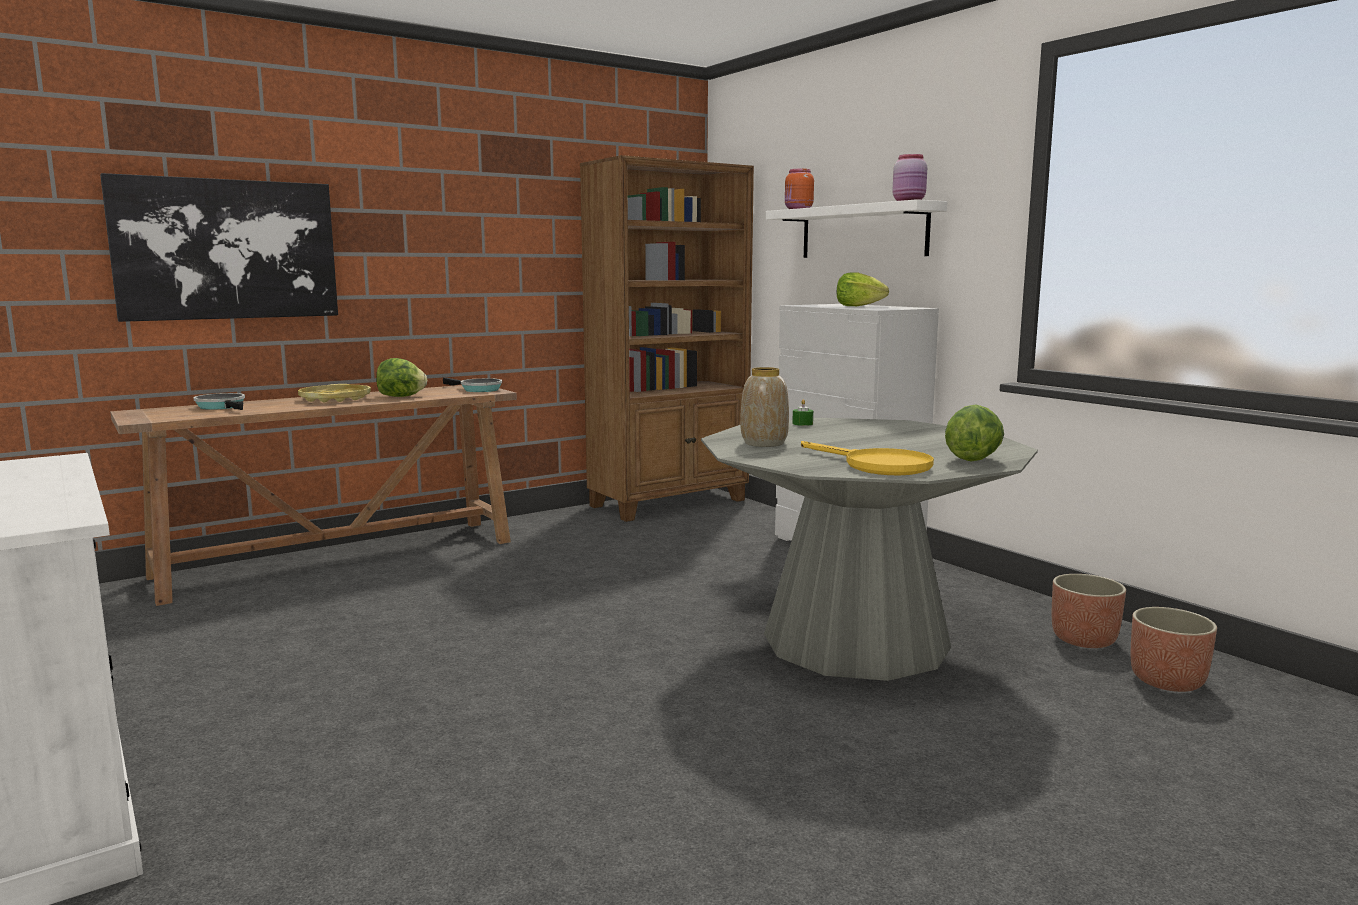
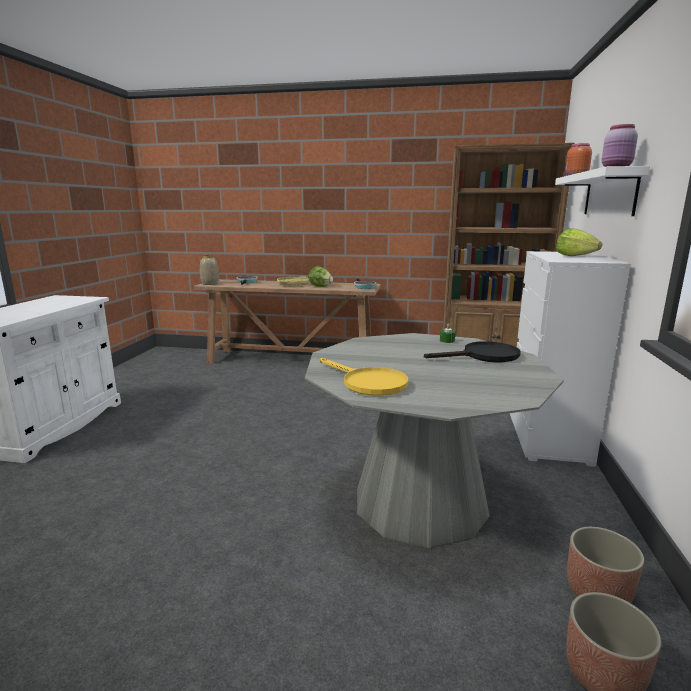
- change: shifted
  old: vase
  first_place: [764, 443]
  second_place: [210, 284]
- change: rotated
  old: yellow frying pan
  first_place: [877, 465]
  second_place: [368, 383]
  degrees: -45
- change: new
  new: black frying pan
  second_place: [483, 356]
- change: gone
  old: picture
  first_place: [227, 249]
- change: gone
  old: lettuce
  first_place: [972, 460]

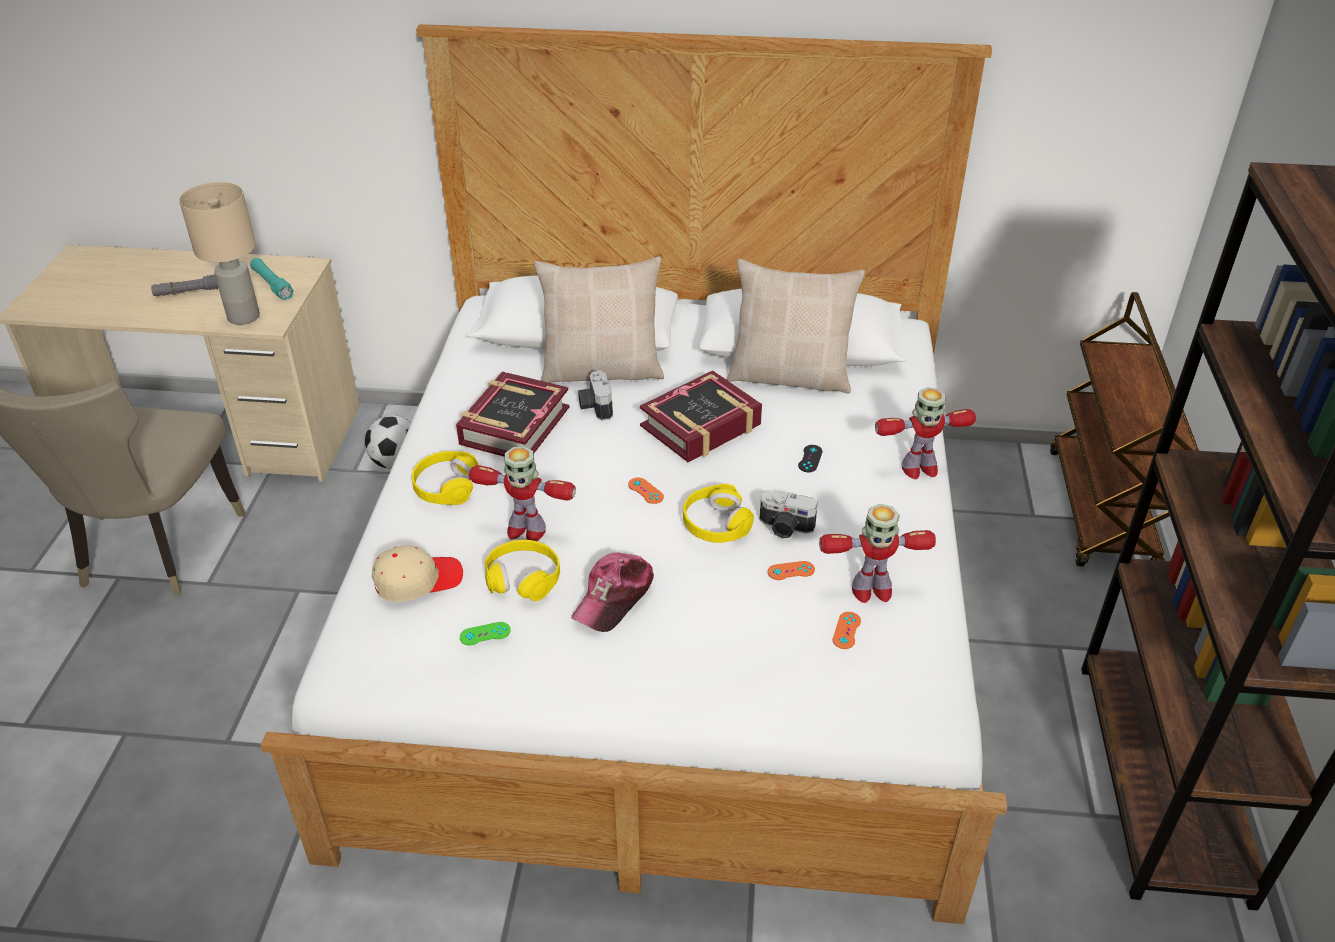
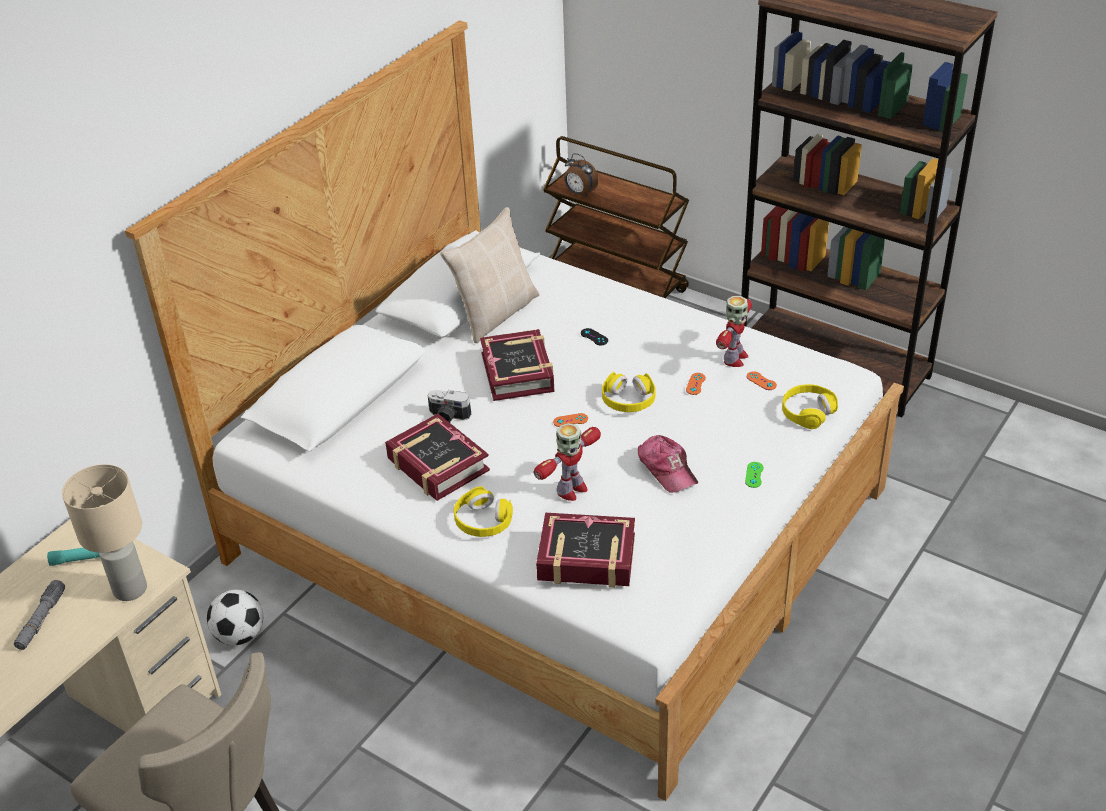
- change: swapped
  old: beige cap
  new: book
  first_place: [417, 580]
  second_place: [586, 558]
- change: new
  new: alarm clock
  second_place: [580, 193]
- change: shifted
  old: green game controller
  first_place: [485, 634]
  second_place: [754, 475]
- change: shifted
  old: yellow headphones
  first_place: [523, 578]
  second_place: [807, 412]
- change: gone
  old: beige pillow
  first_place: [602, 370]
- change: gone
  old: photo camera
  first_place: [785, 528]
- change: gone
  old: toy robot
  first_place: [918, 468]

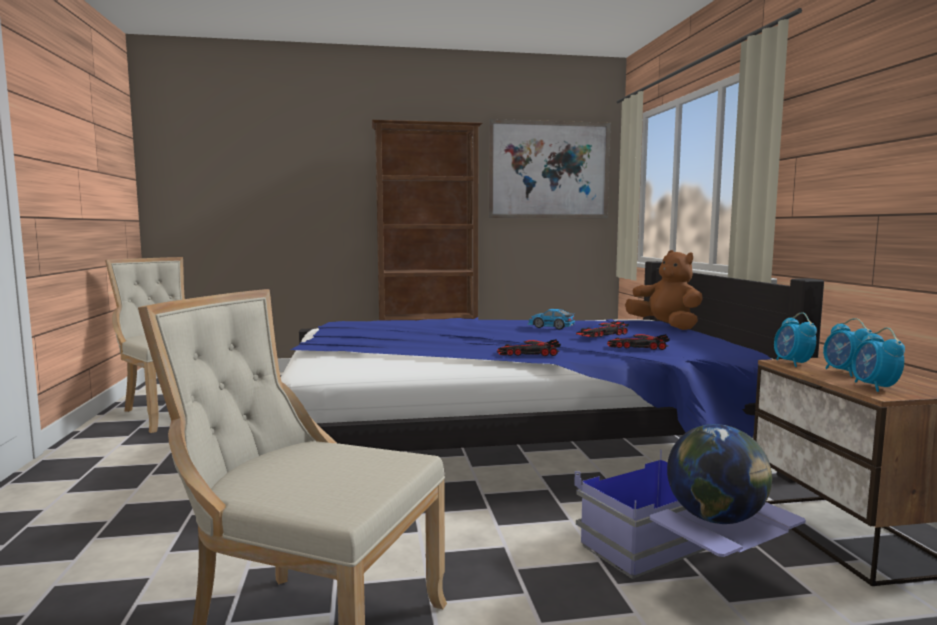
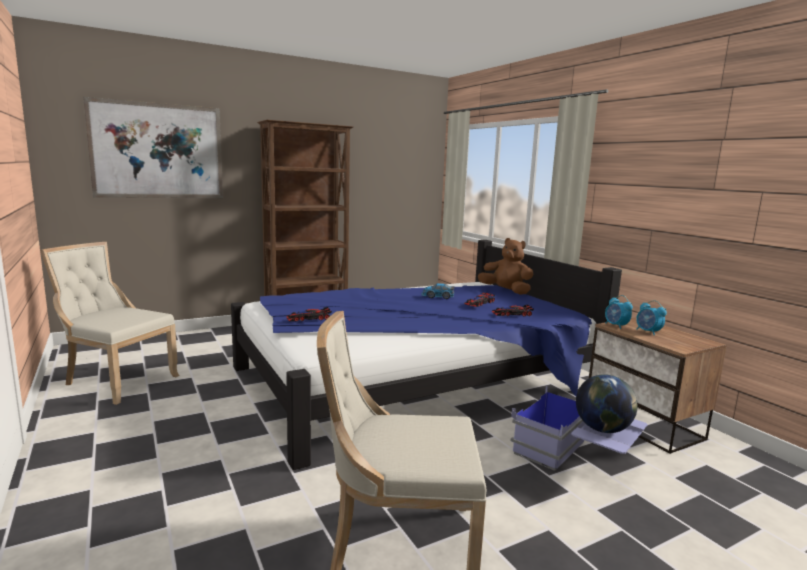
- change: shifted
  old: picture
  first_place: [549, 170]
  second_place: [158, 151]
- change: shifted
  old: toy car
  first_place: [528, 353]
  second_place: [308, 318]
- change: gone
  old: alarm clock
  first_place: [874, 387]

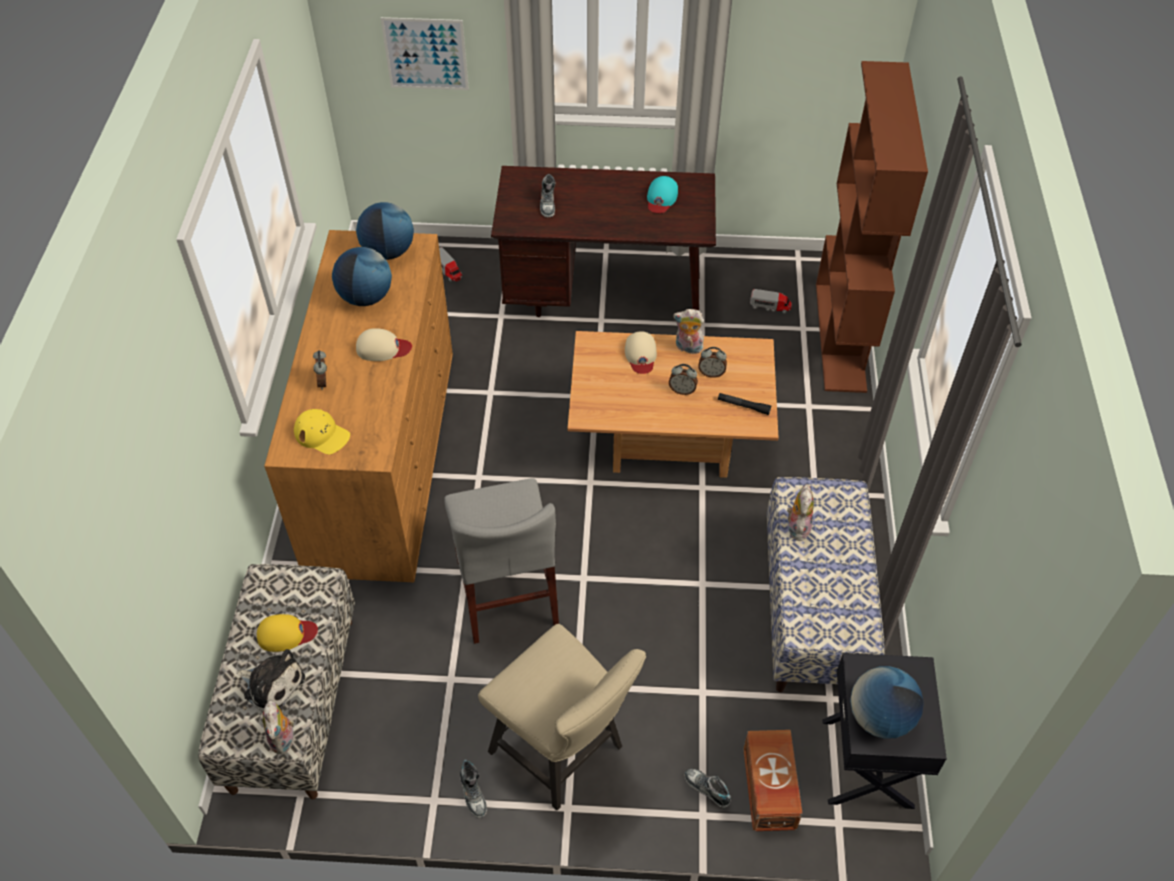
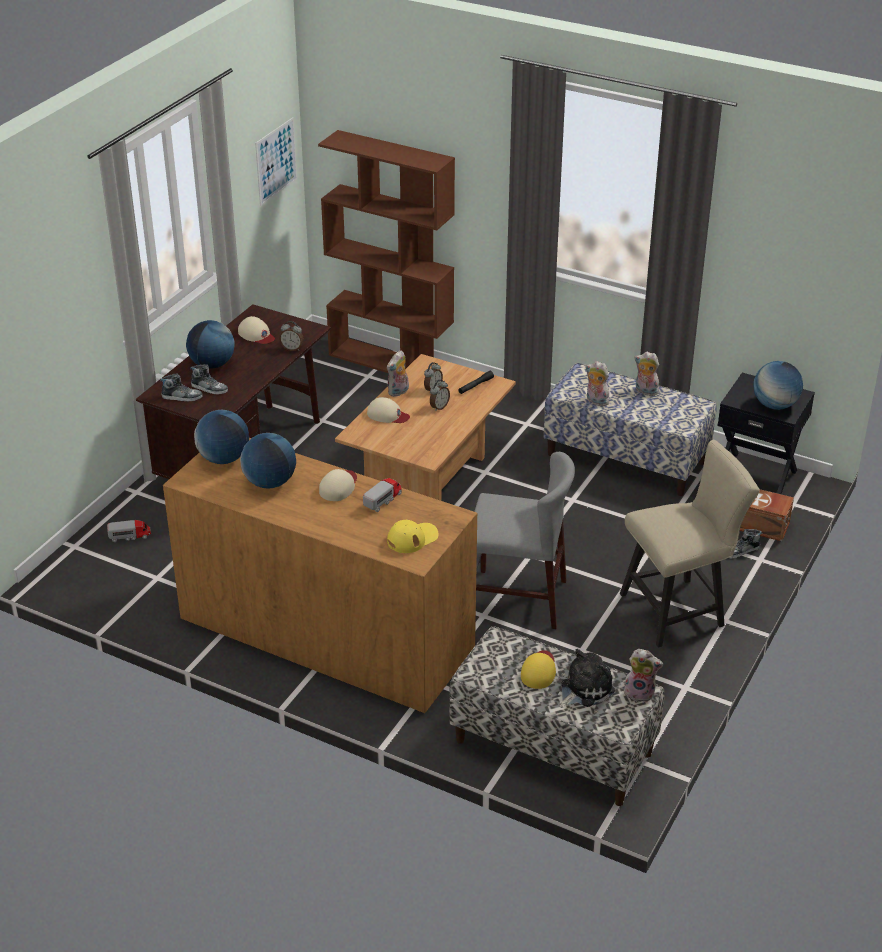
- change: shifted
  old: shoe
  first_place: [473, 793]
  second_place: [182, 397]
- change: new
  new: globe
  second_place: [212, 364]
- change: repainted
  old: turquoise cap
  new: beige cap
  first_place: [661, 198]
  second_place: [256, 335]
- change: shifted
  old: picture
  first_place: [425, 54]
  second_place: [276, 161]
- change: shifted
  old: alarm clock
  first_place: [324, 382]
  second_place: [292, 348]
- change: shifted
  old: toy truck
  first_place: [770, 306]
  second_place: [383, 500]
- change: new
  new: plush toy
  second_place: [645, 391]

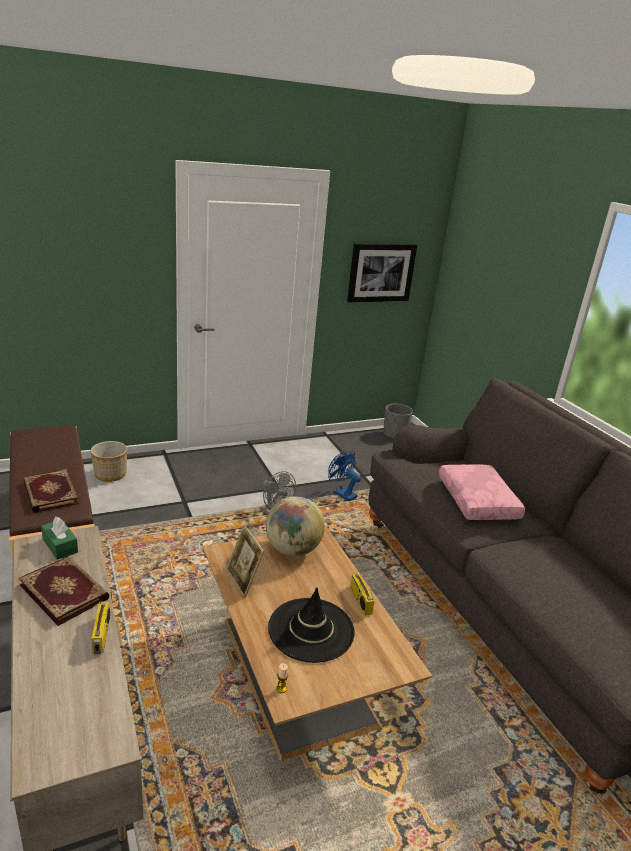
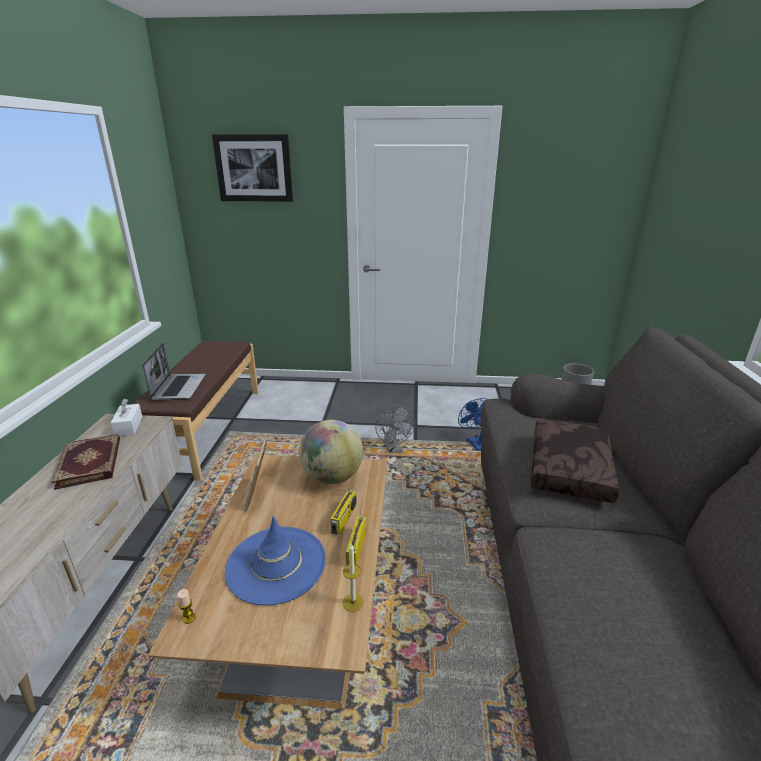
- change: repainted
  old: green tissue box
  new: white tissue box
  first_place: [60, 546]
  second_place: [128, 426]
- change: swapped
  old: book
  new: laptop
  first_place: [49, 493]
  second_place: [178, 387]
- change: shifted
  old: picture
  first_place: [381, 272]
  second_place: [254, 168]
- change: repainted
  old: black hat
  new: blue hat
  first_place: [311, 630]
  second_place: [276, 564]
- change: shifted
  old: radio
  first_place: [102, 635]
  second_place: [344, 519]
- change: new
  new: candle
  second_place: [353, 602]
- change: repainted
  old: pink pillow
  new: brown pillow
  first_place: [479, 501]
  second_place: [571, 470]
- change: gone
  old: planter
  first_place: [111, 474]

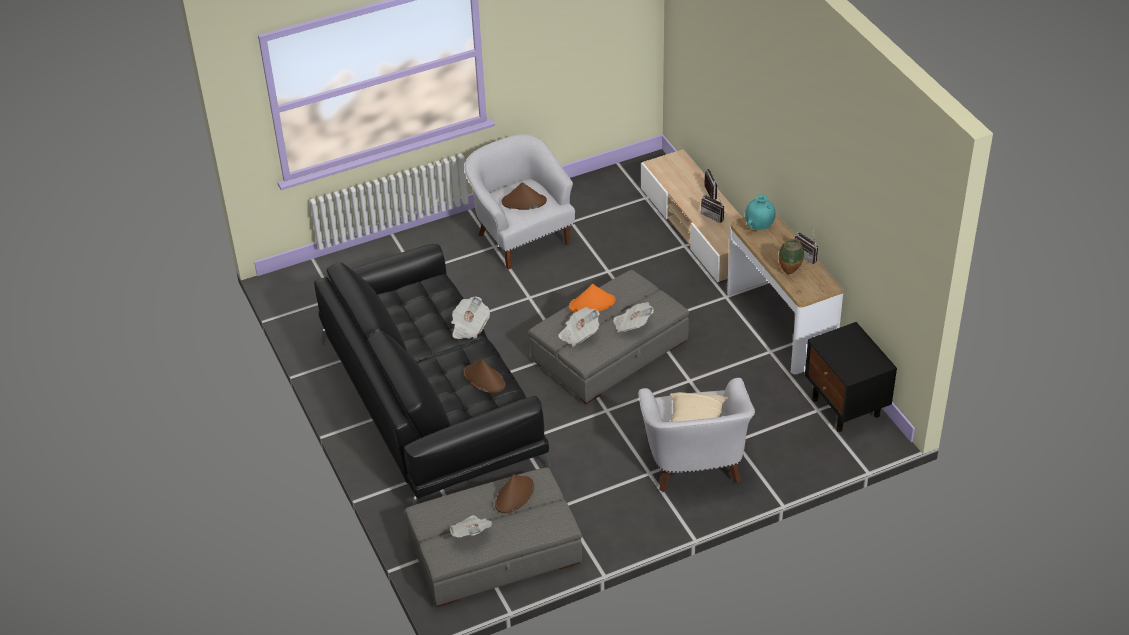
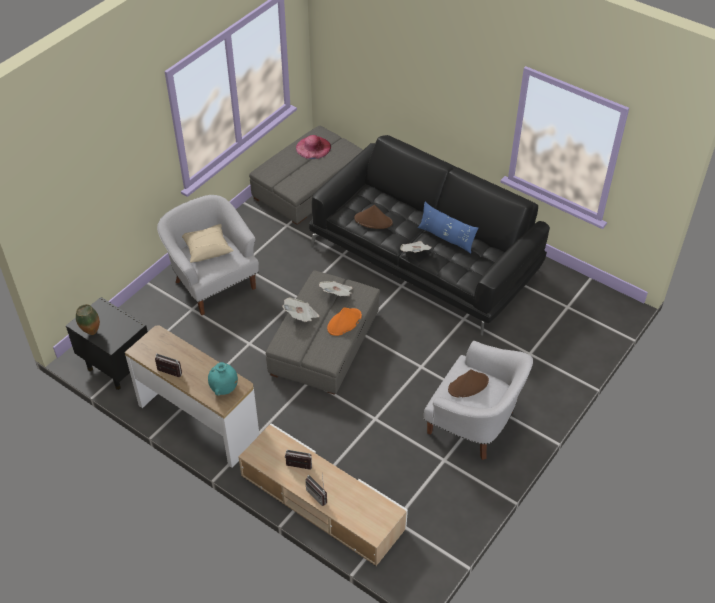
- change: shifted
  old: vase
  first_place: [790, 272]
  second_place: [91, 333]
- change: swapped
  old: newspaper
  new: pink hat
  first_place: [471, 534]
  second_place: [313, 147]
- change: new
  new: blue pillow
  second_place: [446, 238]
- change: gone
  old: brown hat
  first_place: [514, 495]

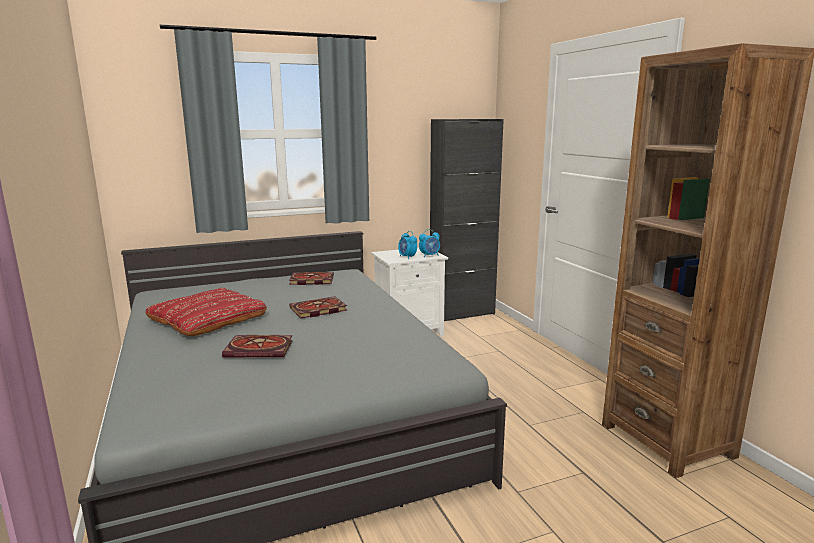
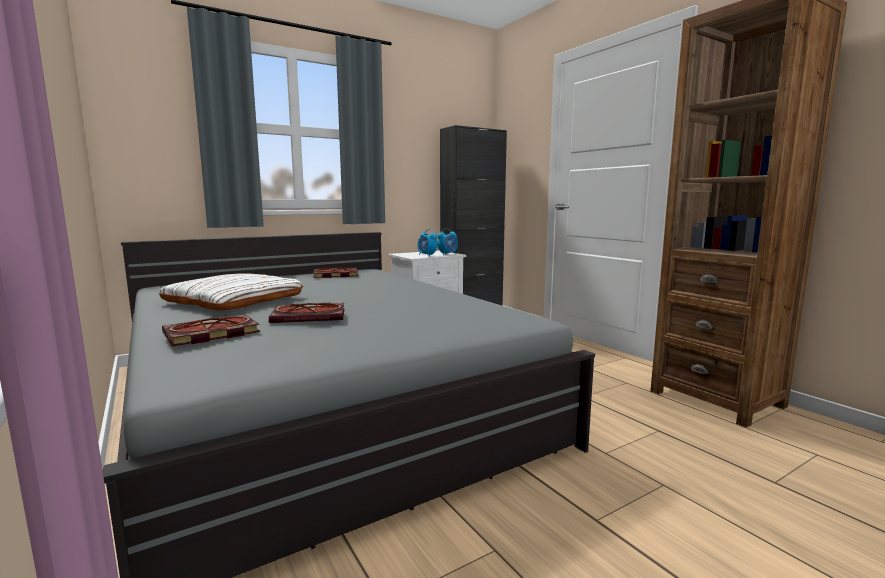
- change: repainted
  old: red pillow
  new: white pillow
  first_place: [207, 319]
  second_place: [234, 301]
- change: shifted
  old: book
  first_place: [317, 310]
  second_place: [209, 334]

